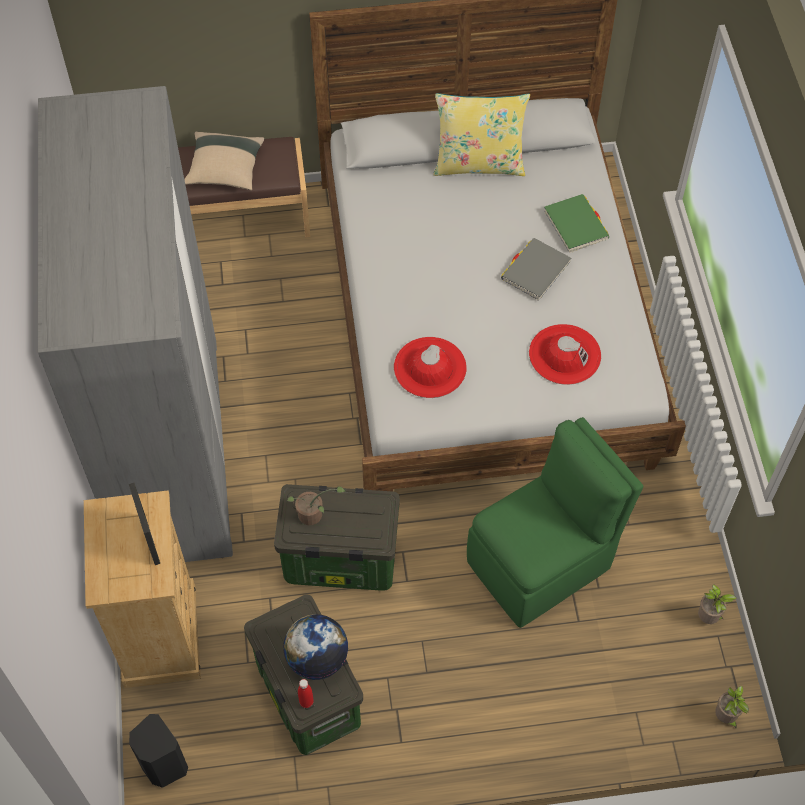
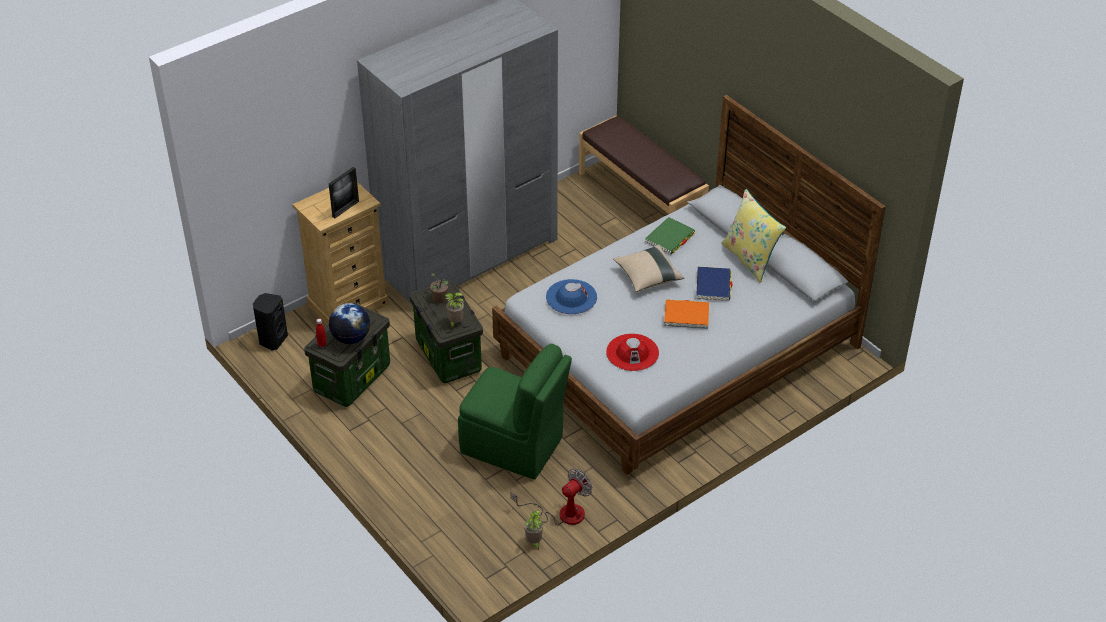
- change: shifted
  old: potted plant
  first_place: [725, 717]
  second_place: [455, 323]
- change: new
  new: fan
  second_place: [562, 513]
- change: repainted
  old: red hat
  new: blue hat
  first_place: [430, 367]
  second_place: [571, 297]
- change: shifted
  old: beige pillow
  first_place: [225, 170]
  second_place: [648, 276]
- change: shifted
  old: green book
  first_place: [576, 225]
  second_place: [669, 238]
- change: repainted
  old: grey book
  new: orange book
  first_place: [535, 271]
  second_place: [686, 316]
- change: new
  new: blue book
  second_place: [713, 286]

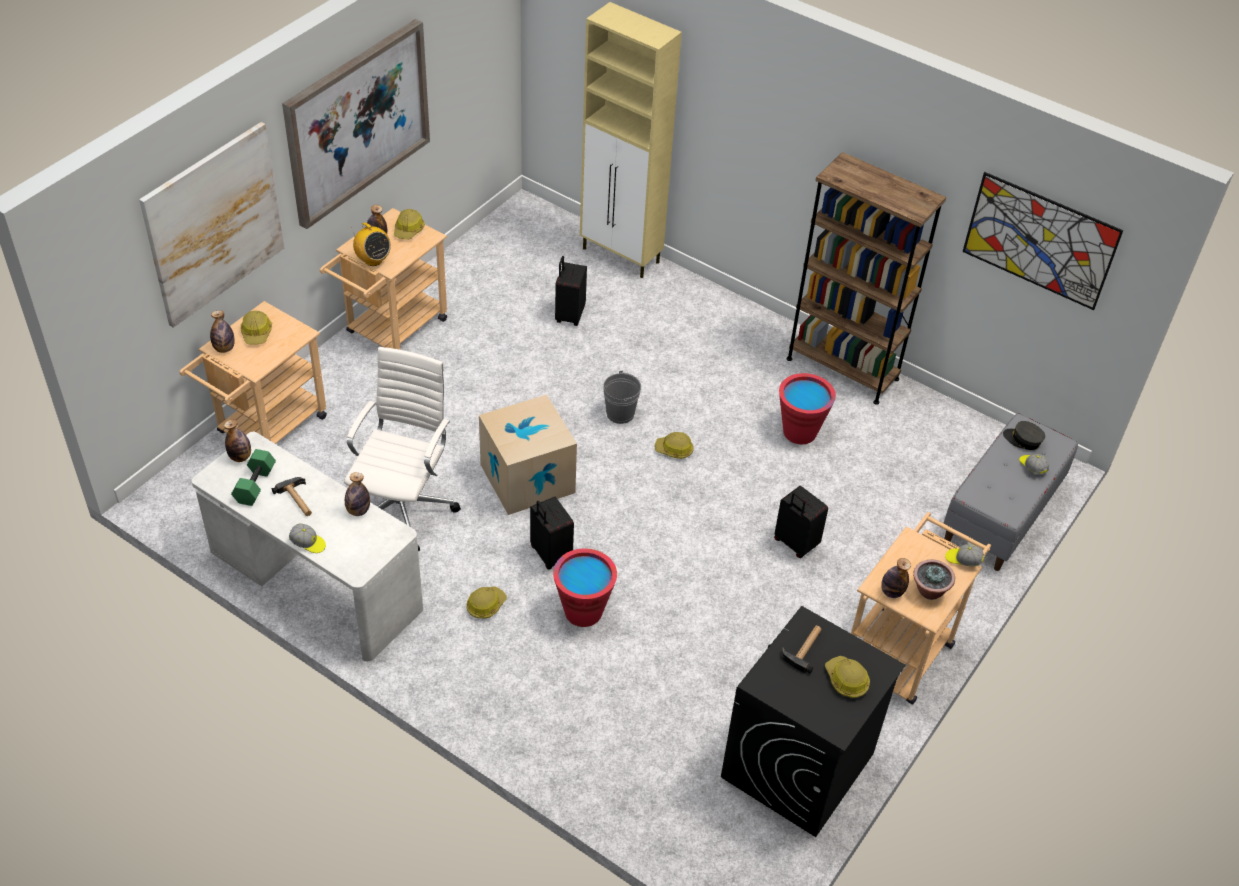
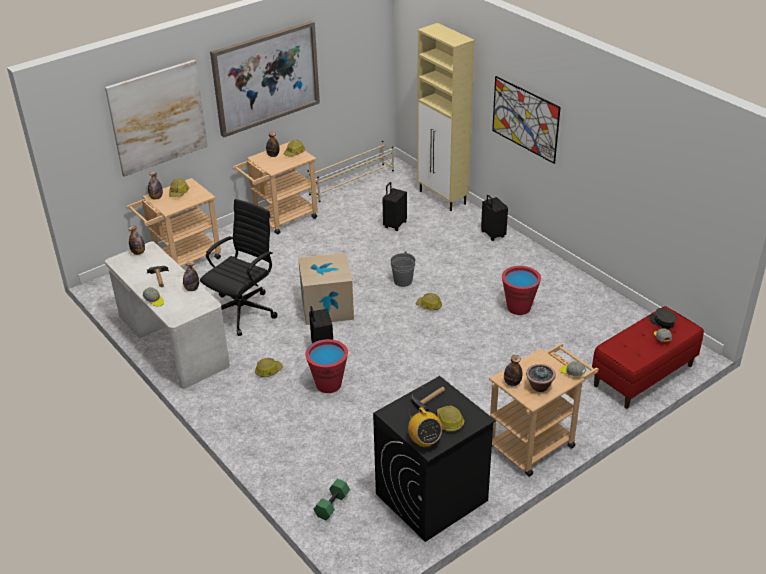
- change: repainted
  old: white office chair
  new: black office chair
  first_place: [403, 507]
  second_place: [243, 311]
- change: new
  new: beige shoe rack
  second_place: [352, 182]
- change: shifted
  old: green dumbbell
  first_place: [254, 484]
  second_place: [332, 504]
- change: shifted
  old: radio
  first_place: [373, 260]
  second_place: [424, 441]
- change: shifted
  old: black suitcase
  first_place: [795, 544]
  second_place: [492, 235]
- change: shifted
  old: picture
  first_place: [1039, 240]
  second_place: [525, 119]
- change: repainted
  old: grey bench
  new: red bench
  first_place: [1001, 514]
  second_place: [643, 375]
- change: gone
  old: brown bookcase
  first_place: [842, 369]

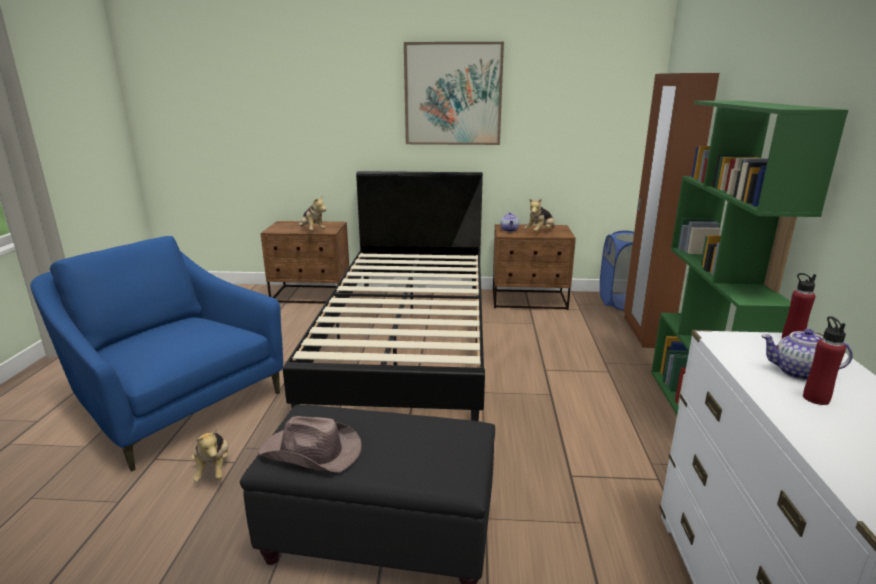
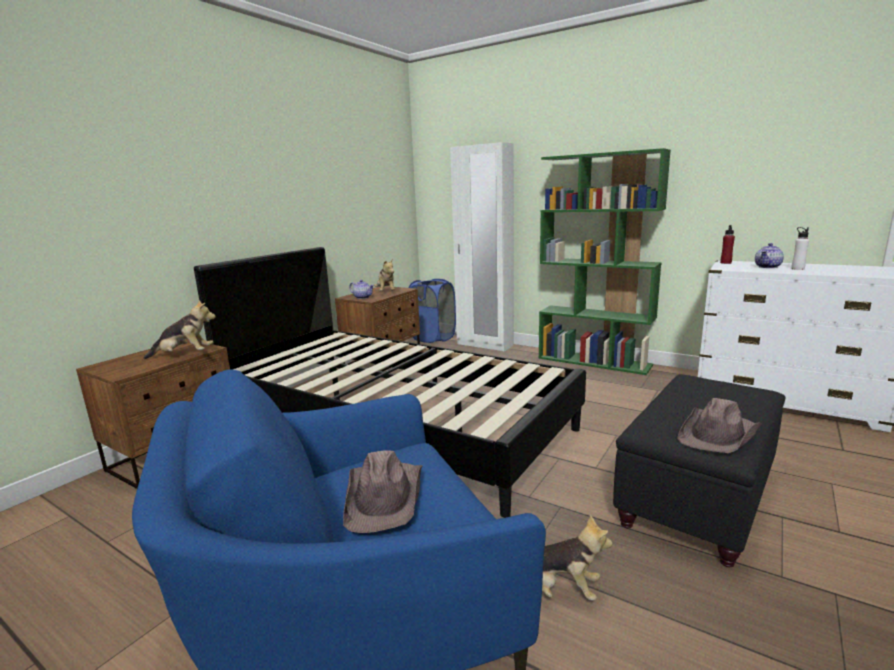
- change: new
  new: brown hat
  second_place: [385, 496]
- change: repainted
  old: brown wardrobe
  new: white wardrobe
  first_place: [645, 332]
  second_place: [484, 345]
- change: repainted
  old: red bottle
  new: white bottle
  first_place: [816, 398]
  second_place: [797, 269]
- change: gone
  old: picture
  first_place: [453, 94]

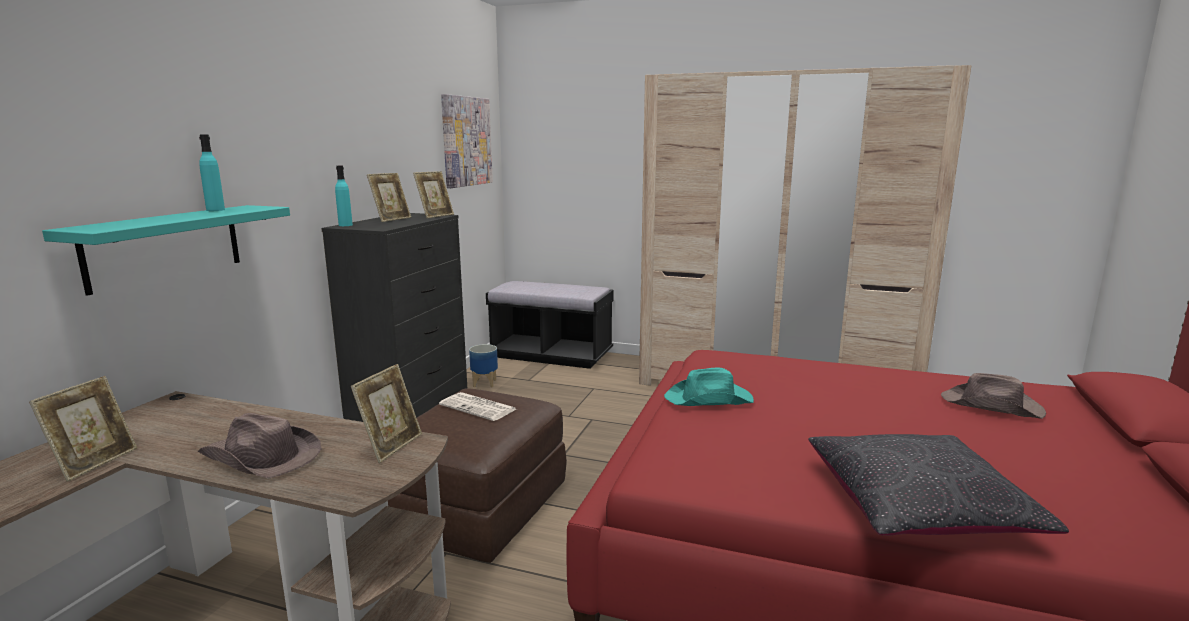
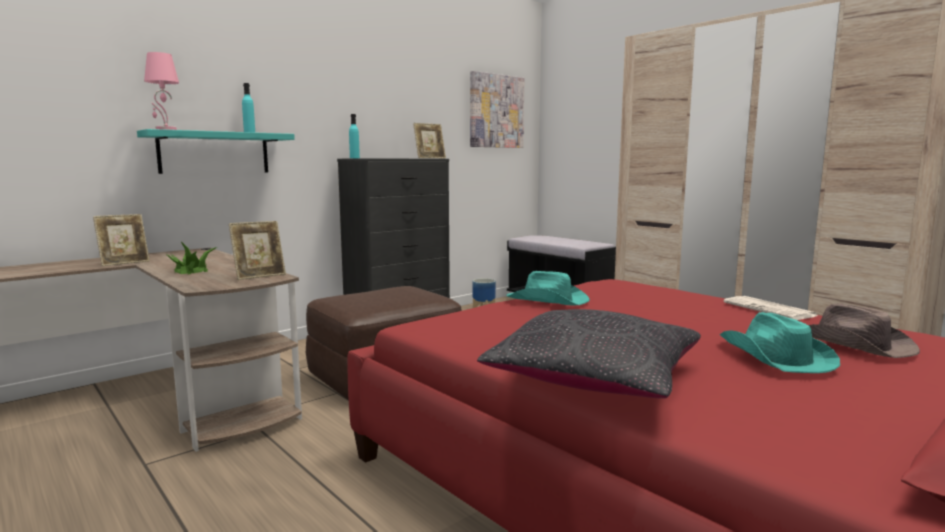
- change: new
  new: pink table lamp
  second_place: [165, 129]
- change: swapped
  old: brown hat
  new: potted plant
  first_place: [261, 457]
  second_place: [191, 271]
- change: new
  new: turquoise hat
  second_place: [774, 356]
- change: shifted
  old: newspaper
  first_place: [479, 407]
  second_place: [770, 309]
- change: gone
  old: picture frame
  first_place: [391, 219]

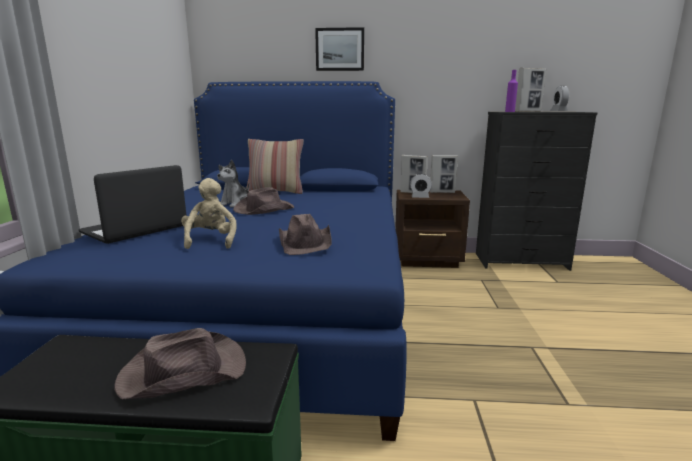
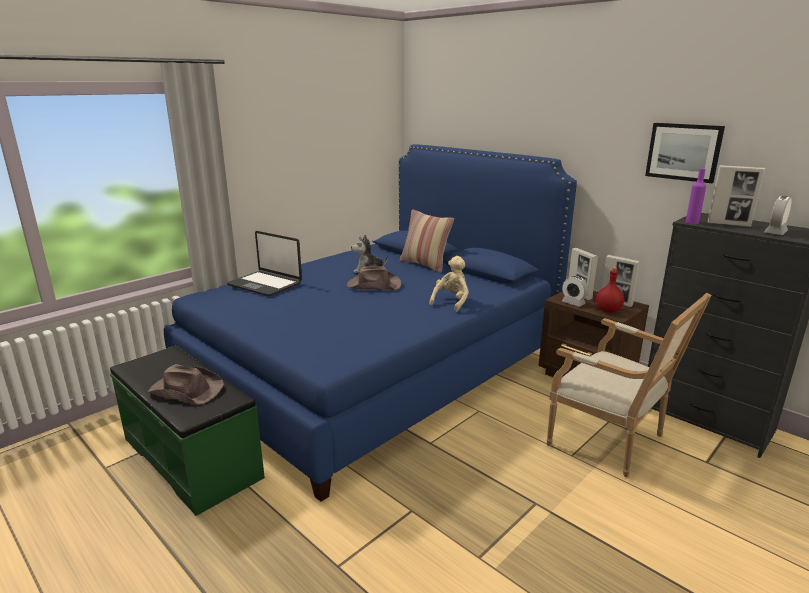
- change: rotated
  old: laptop
  first_place: [135, 230]
  second_place: [265, 284]
  degrees: -135
- change: shifted
  old: beige plush toy
  first_place: [210, 241]
  second_place: [451, 302]
- change: new
  new: armchair
  second_place: [612, 441]
- change: new
  new: red bottle
  second_place: [607, 310]
- change: shifted
  old: picture
  first_place: [340, 49]
  second_place: [683, 152]
- change: gone
  old: brown hat
  first_place: [306, 242]

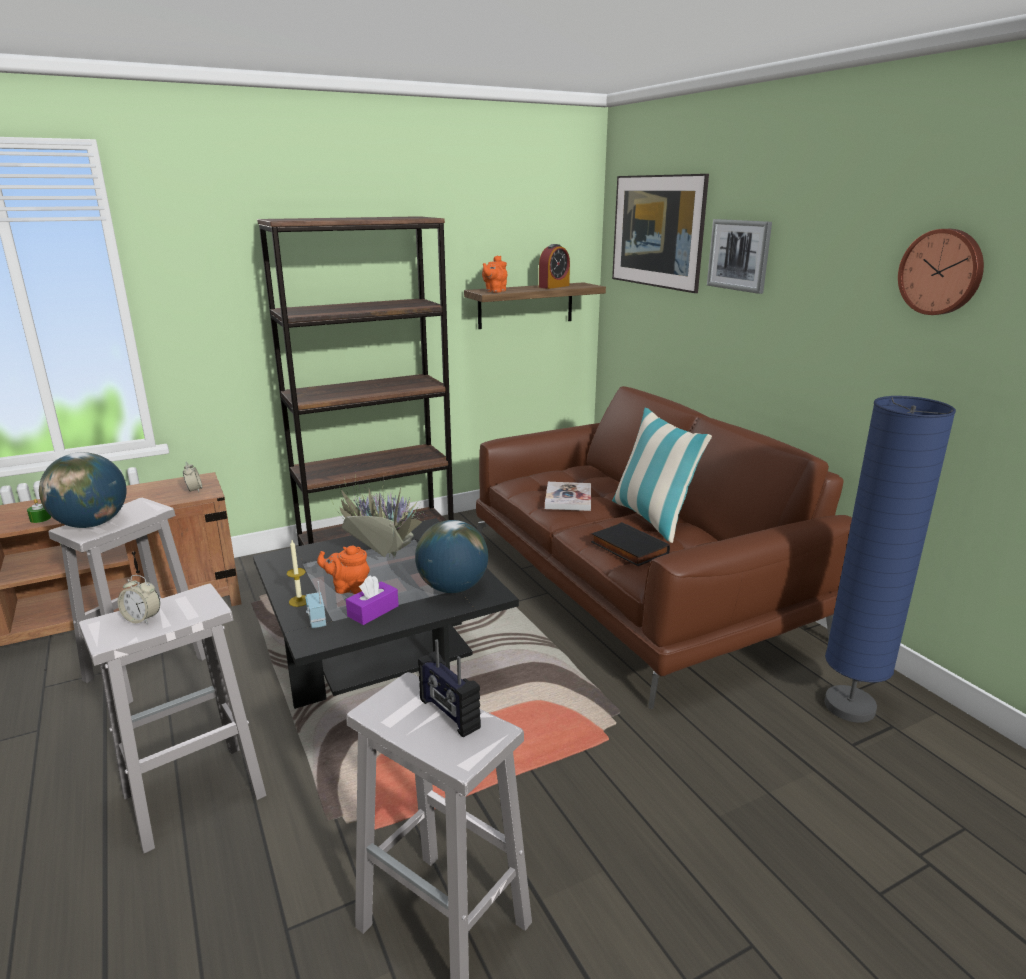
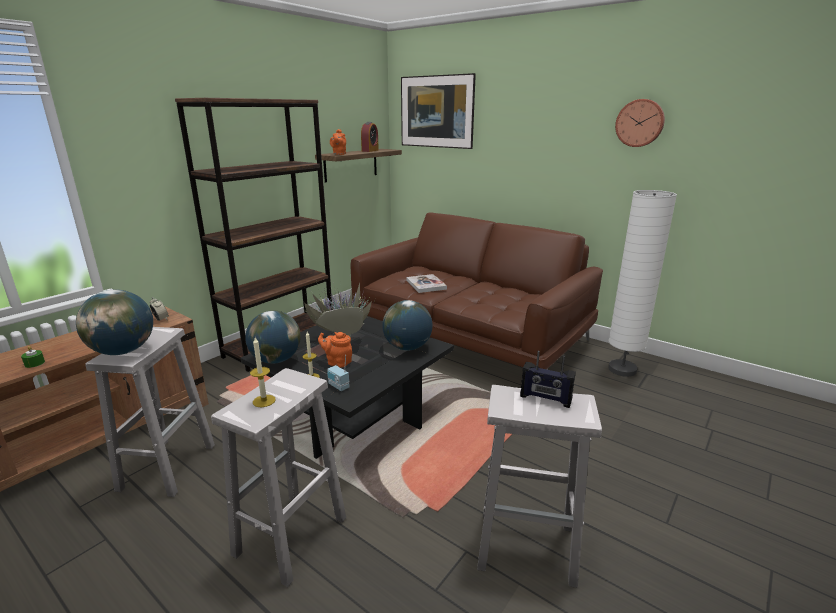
- change: new
  new: globe
  second_place: [276, 360]
- change: swapped
  old: alarm clock
  new: candle
  first_place: [142, 619]
  second_place: [264, 401]
- change: rotated
  old: orange teapot
  first_place: [348, 588]
  second_place: [337, 362]
  degrees: 45
- change: repainted
  old: blue floor lamp
  new: white floor lamp
  first_place: [849, 707]
  second_place: [622, 370]
- change: gone
  old: purple tissue box
  first_place: [373, 611]
- change: gone
  old: black book
  first_place: [627, 548]
- change: gone
  old: pillow
  first_place: [652, 518]
- change: gone
  old: picture
  first_place: [739, 255]

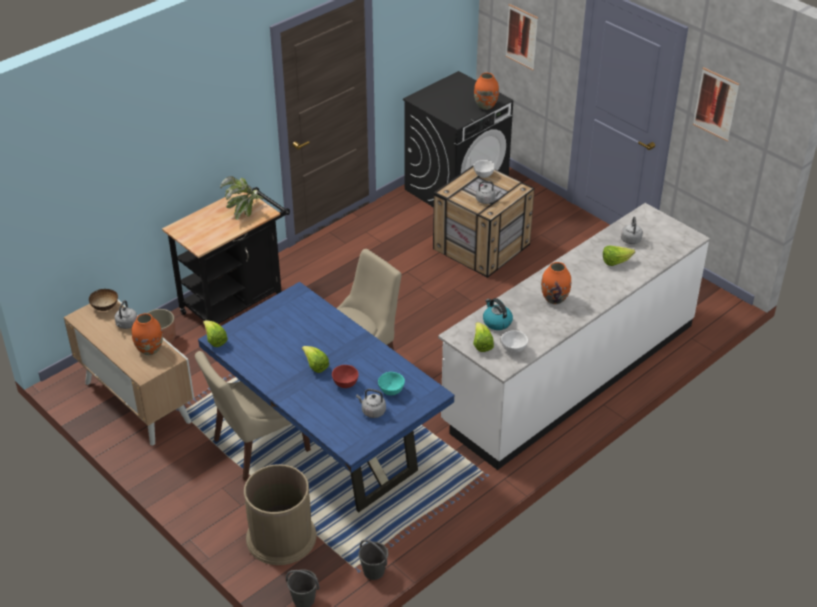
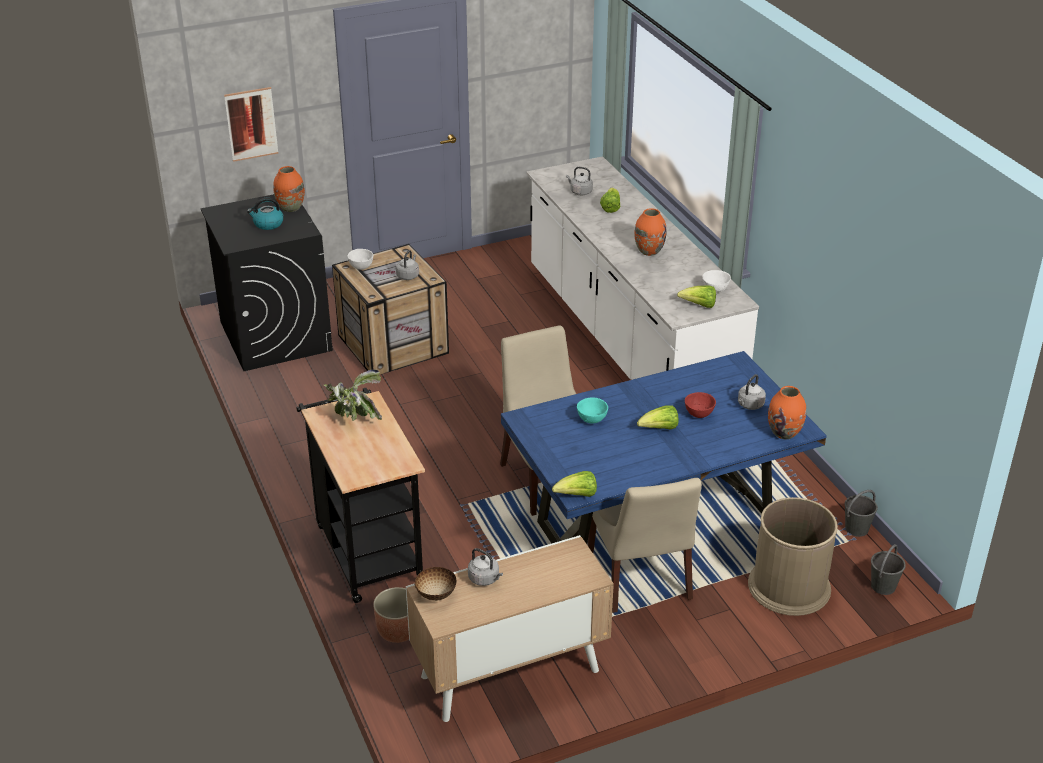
- change: shifted
  old: kettle
  first_place: [496, 322]
  second_place: [268, 224]
- change: shifted
  old: turquoise bowl
  first_place: [391, 391]
  second_place: [592, 420]
- change: shifted
  old: orange vase
  first_place: [150, 350]
  second_place: [784, 433]
- change: gone
  old: picture
  first_place: [716, 104]

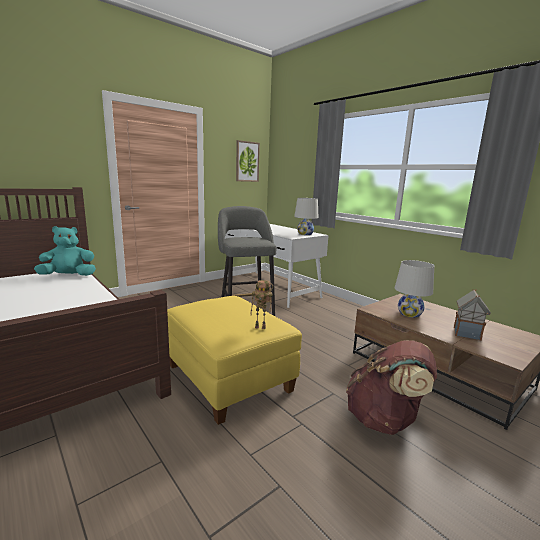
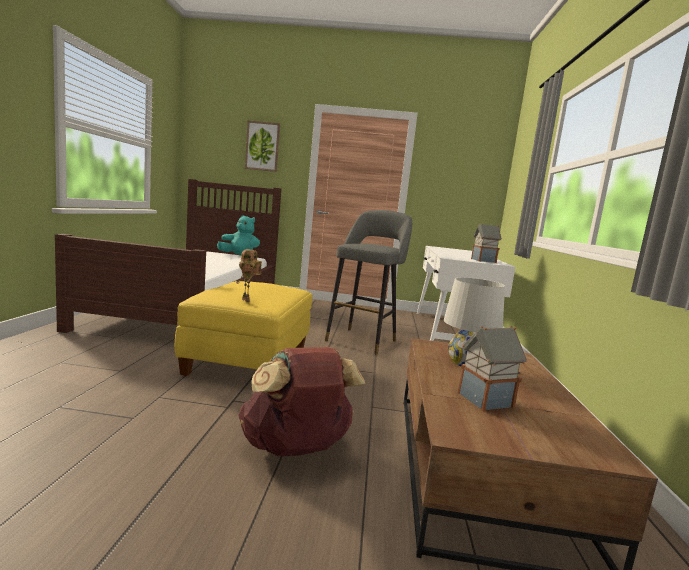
- change: shifted
  old: picture
  first_place: [247, 161]
  second_place: [262, 146]
- change: swapped
  old: white table lamp
  new: toy house
  first_place: [305, 234]
  second_place: [482, 261]

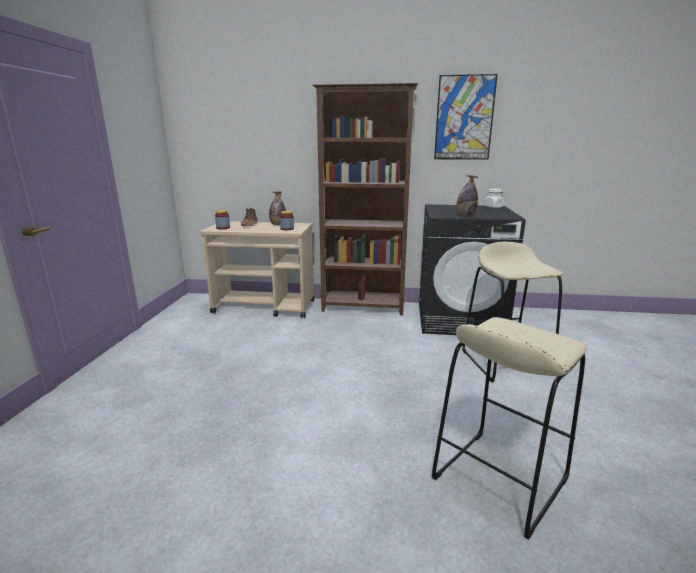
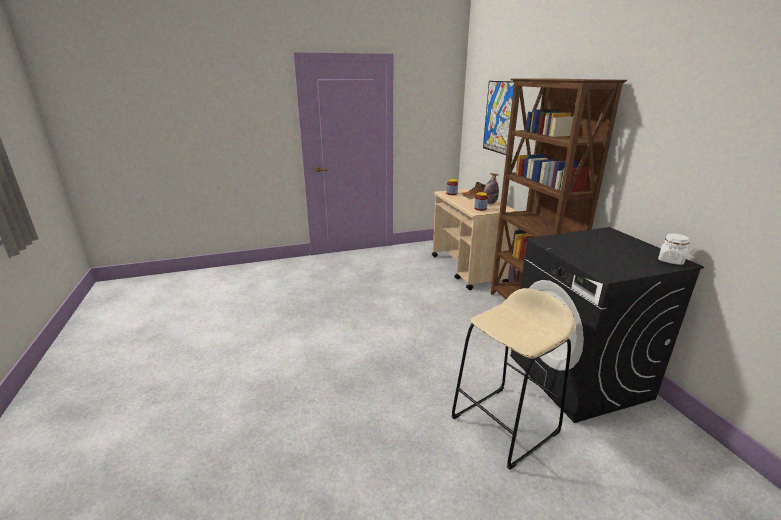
- change: shifted
  old: picture
  first_place: [464, 118]
  second_place: [498, 117]
- change: gone
  old: beige stool
  first_place: [499, 479]
- change: gone
  old: bottle
  first_place: [465, 215]

